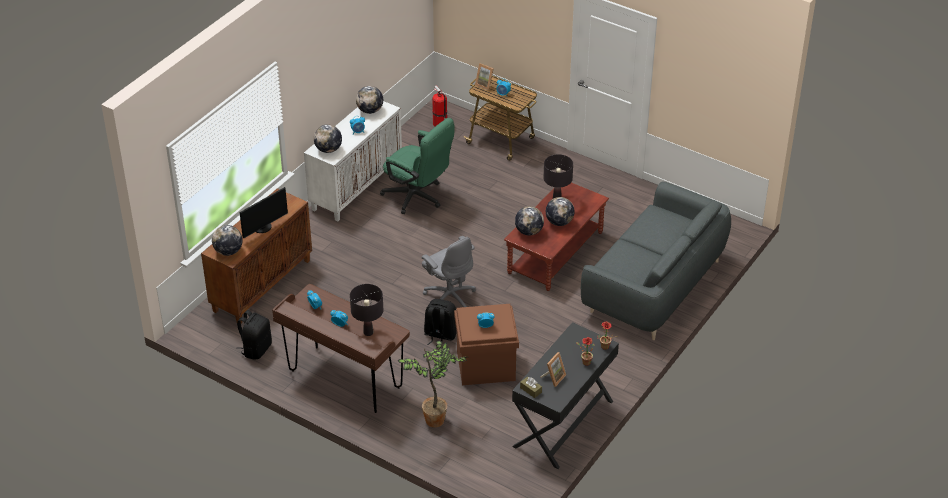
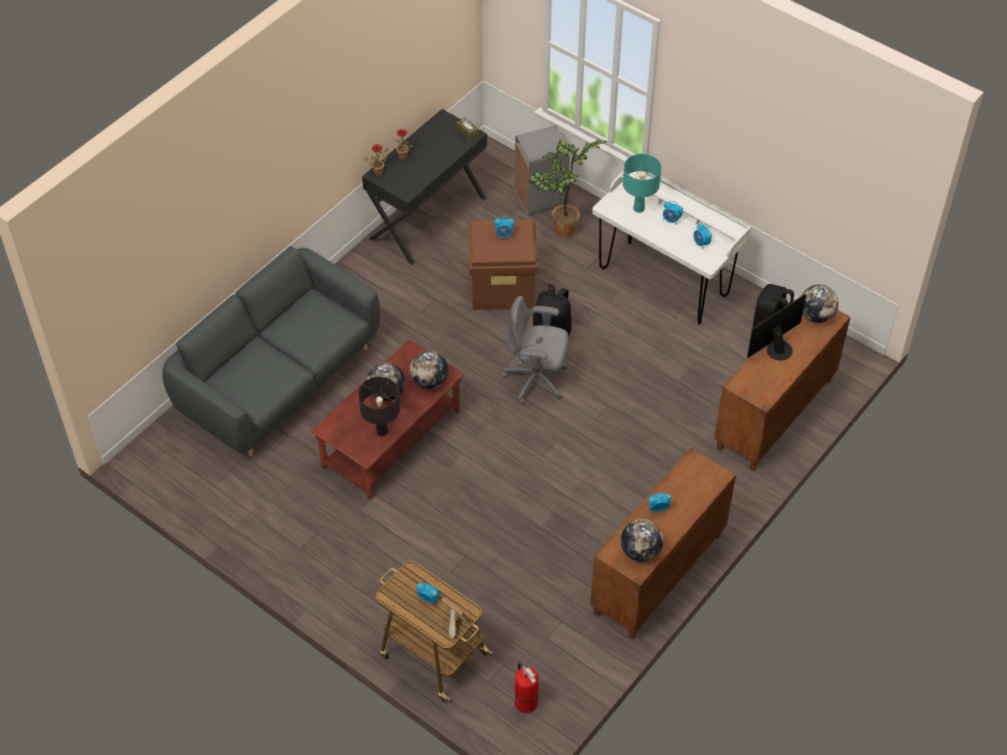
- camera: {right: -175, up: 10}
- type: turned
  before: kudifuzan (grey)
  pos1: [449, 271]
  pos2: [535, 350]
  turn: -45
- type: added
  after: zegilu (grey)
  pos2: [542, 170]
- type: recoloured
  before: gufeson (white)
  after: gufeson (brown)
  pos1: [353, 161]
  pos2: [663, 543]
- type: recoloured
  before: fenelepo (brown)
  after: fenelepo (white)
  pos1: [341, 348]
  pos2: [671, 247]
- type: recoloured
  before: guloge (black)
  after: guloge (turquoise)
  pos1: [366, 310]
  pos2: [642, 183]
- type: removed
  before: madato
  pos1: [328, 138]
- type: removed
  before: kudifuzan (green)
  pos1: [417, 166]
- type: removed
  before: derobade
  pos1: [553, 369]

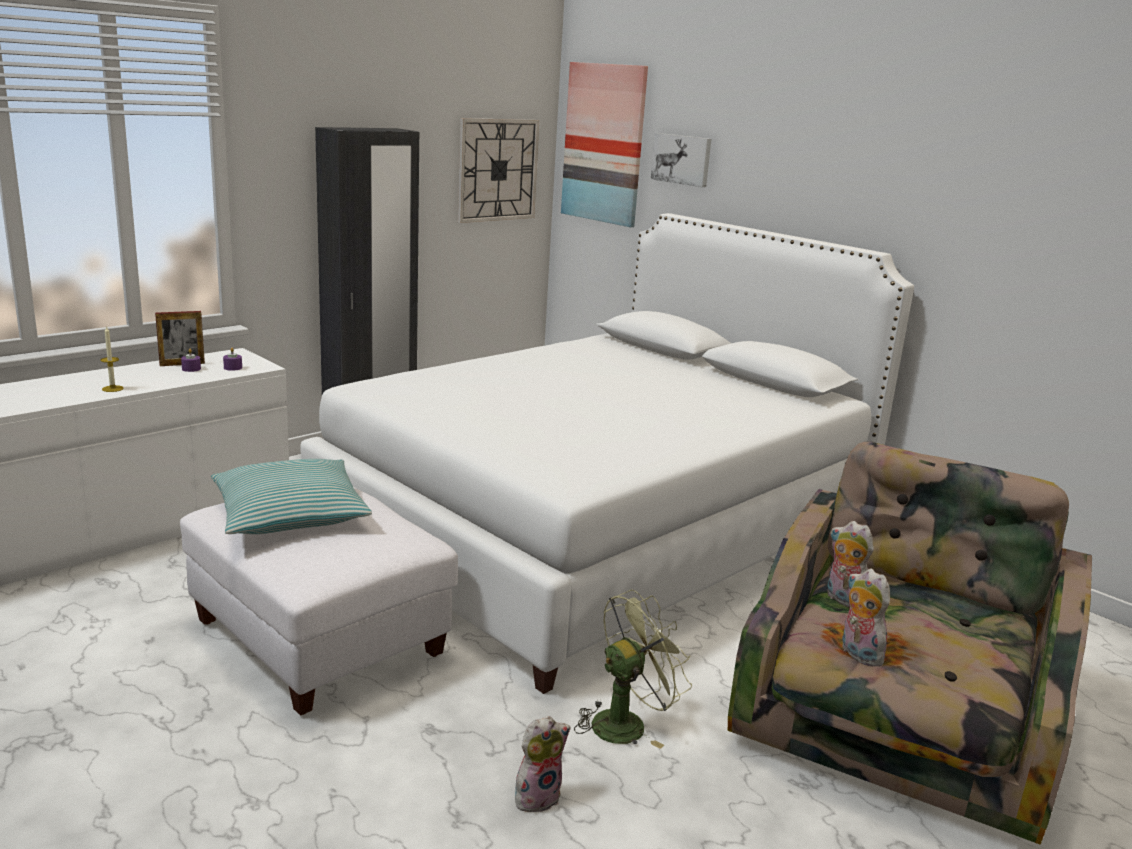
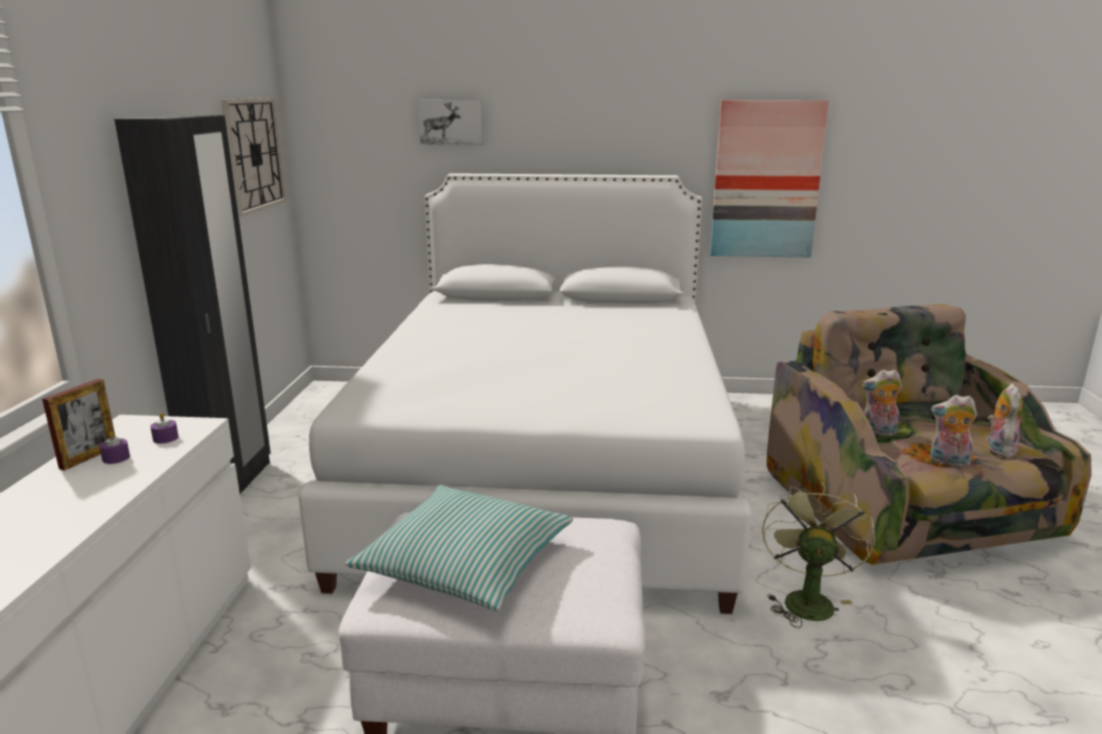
- camera: {right: -40, up: 0}
- type: moved
  before: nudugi
  pos1: [604, 144]
  pos2: [769, 178]
- type: moved
  before: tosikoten
  pos1: [543, 764]
  pos2: [1005, 420]
- type: removed
  before: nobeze
  pos1: [112, 359]

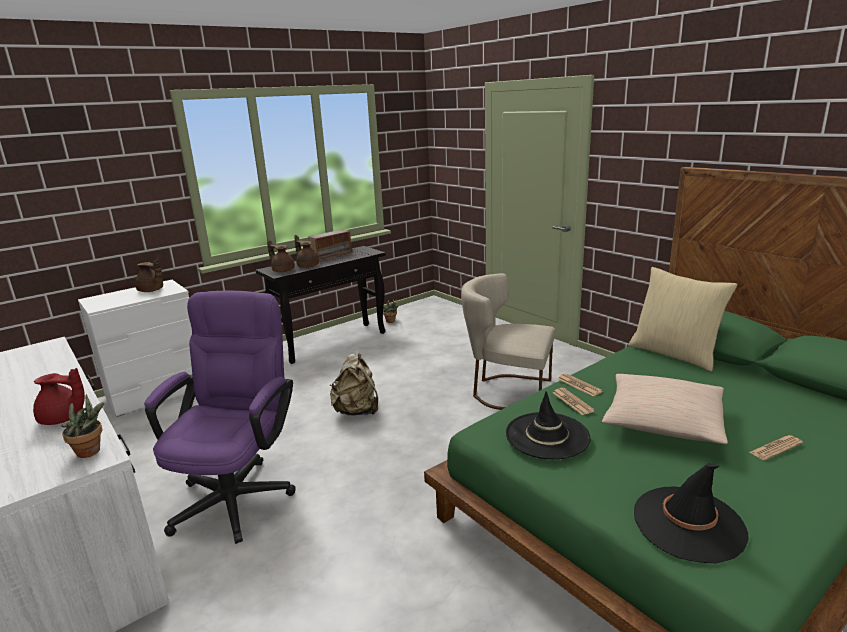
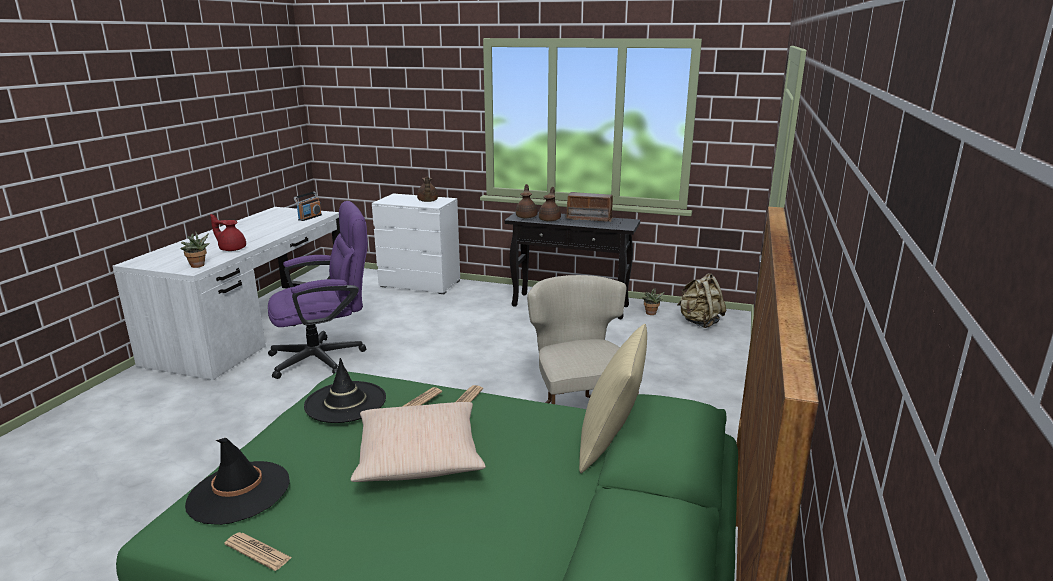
- camera: {right: 55, up: 0}
- type: turned
  before: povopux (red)
  pos1: [59, 396]
  pos2: [228, 232]
  turn: 135
- type: moved
  before: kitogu
  pos1: [776, 447]
  pos2: [258, 551]
- type: added
  after: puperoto
  pos2: [308, 206]
- type: moved
  before: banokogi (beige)
  pos1: [354, 385]
  pos2: [701, 300]

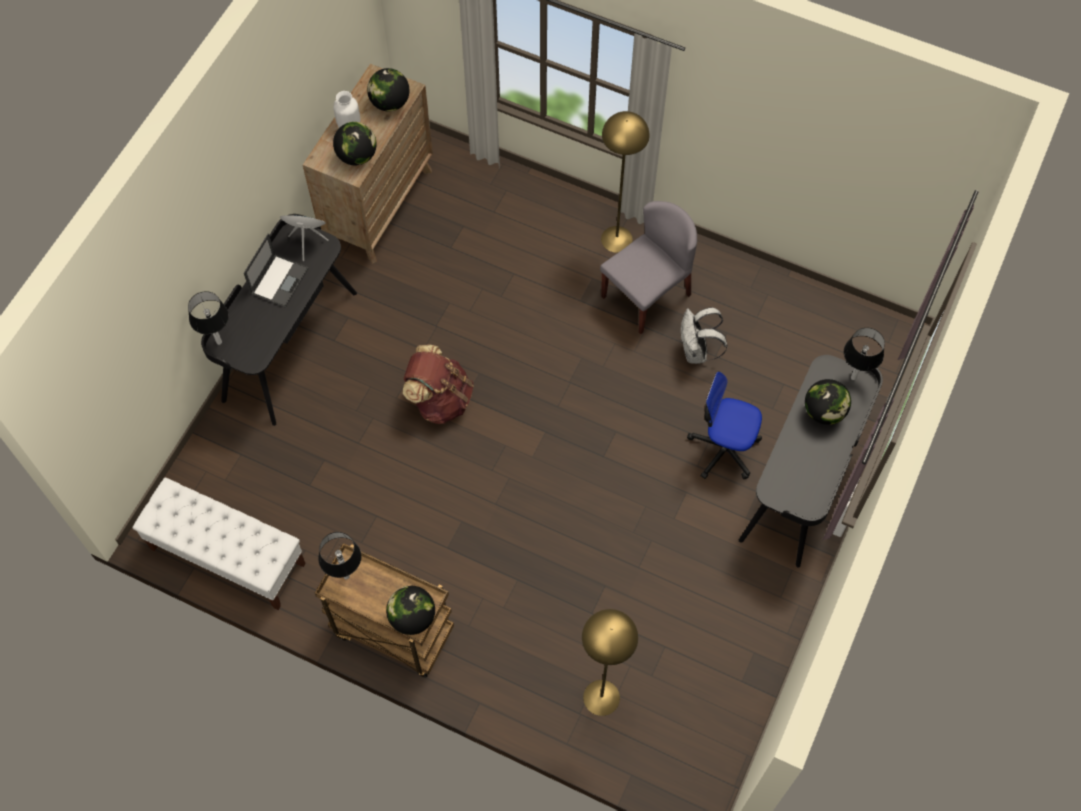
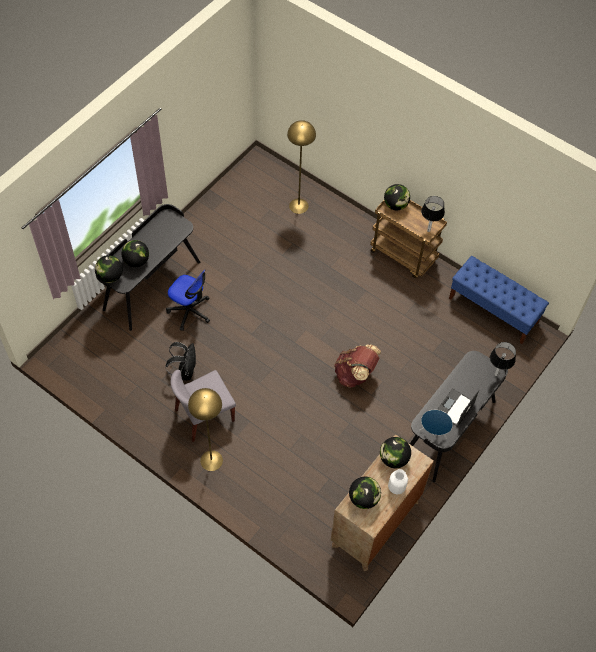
- camera: {right: -170, up: -5}
- type: replaced
  before: guloge
  after: madato
  pos1: [864, 354]
  pos2: [109, 269]
- type: recoloured
  before: banokogi (white)
  after: banokogi (black)
  pos1: [704, 335]
  pos2: [180, 361]
- type: recoloured
  before: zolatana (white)
  after: zolatana (blue)
  pos1: [219, 543]
  pos2: [499, 300]

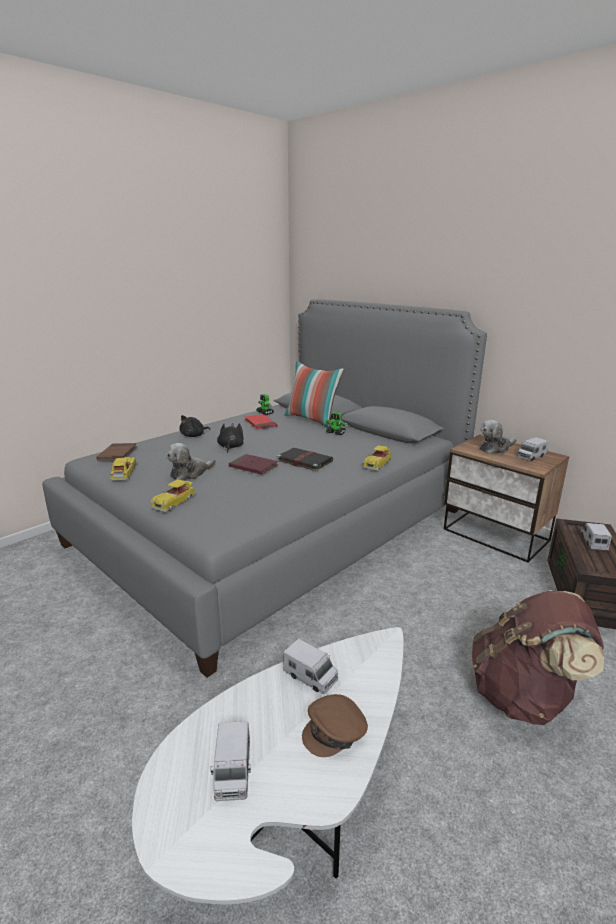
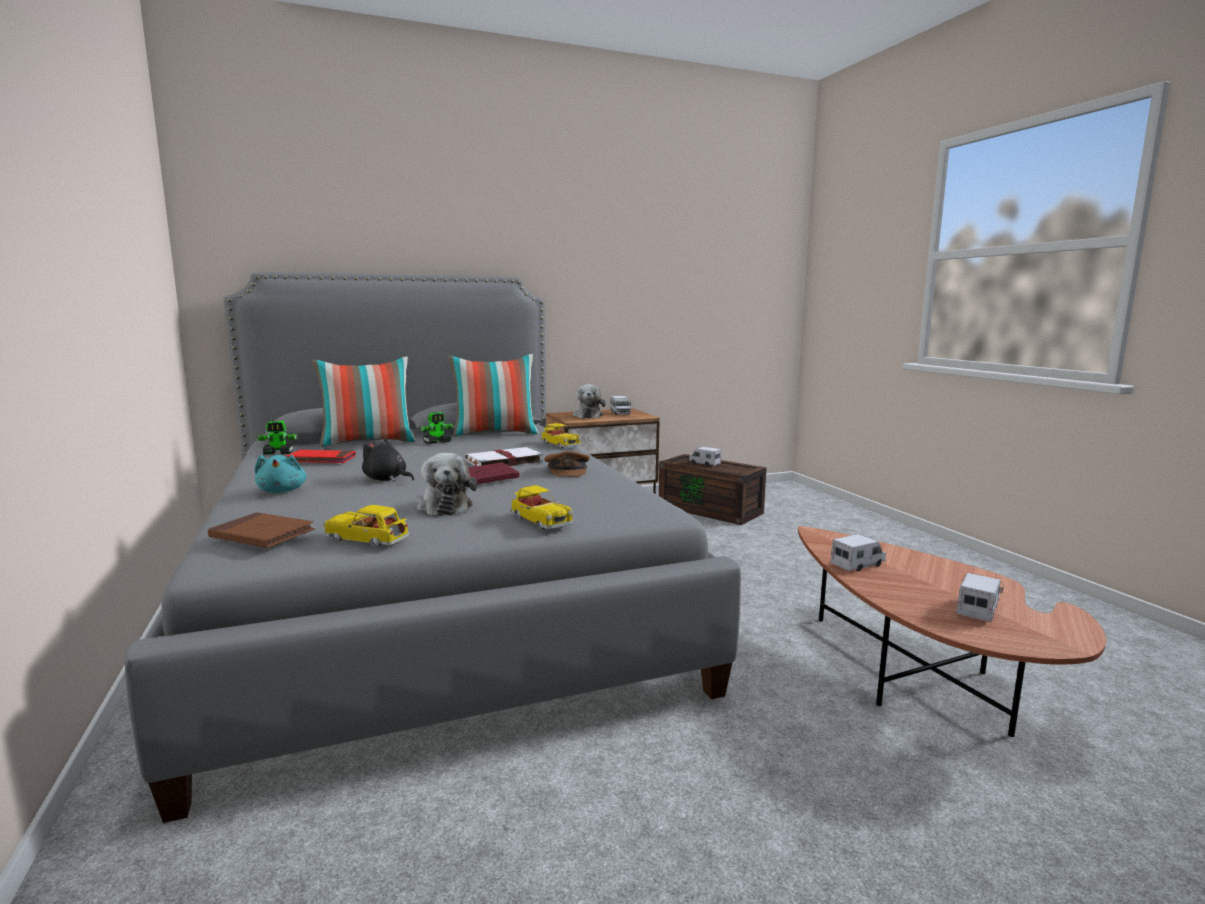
- camera: {right: -65, up: -10}
- type: recoloured
  before: tosikoten (black)
  after: tosikoten (turquoise)
  pos1: [194, 426]
  pos2: [281, 474]
- type: added
  after: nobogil
  pos2: [493, 395]
- type: recoloured
  before: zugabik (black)
  after: zugabik (white)
  pos1: [305, 460]
  pos2: [504, 457]
- type: moved
  before: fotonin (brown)
  pos1: [335, 725]
  pos2: [567, 464]
- type: recoloured
  before: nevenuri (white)
  after: nevenuri (brown)
  pos1: [268, 765]
  pos2: [952, 631]
- type: turned
  before: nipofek
  pos1: [231, 761]
  pos2: [980, 597]
  turn: -75
- type: removed
  before: banokogi (brown)
  pos1: [538, 657]

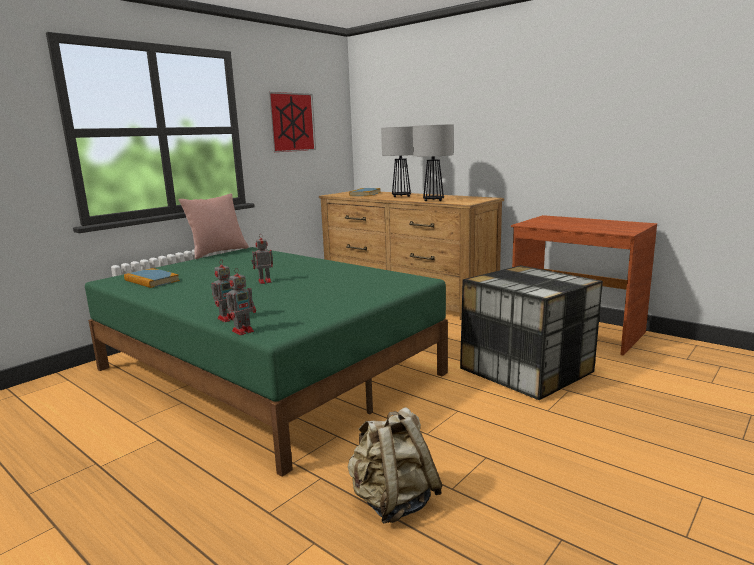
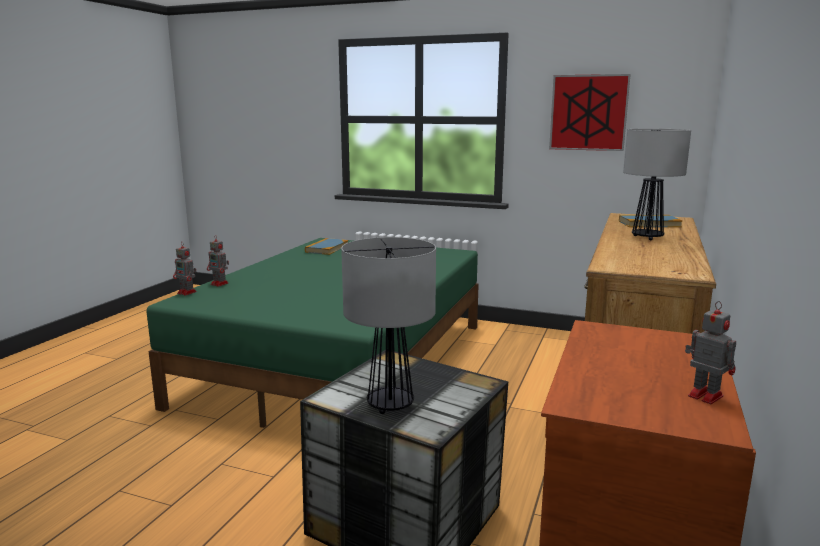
- camera: {right: 70, up: 0}
- type: moved
  before: guloge
  pos1: [433, 162]
  pos2: [388, 325]
- type: moved
  before: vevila
  pos1: [262, 259]
  pos2: [710, 352]
- type: removed
  before: nobogil (pink)
  pos1: [214, 226]
- type: removed
  before: banokogi (beige)
  pos1: [395, 465]

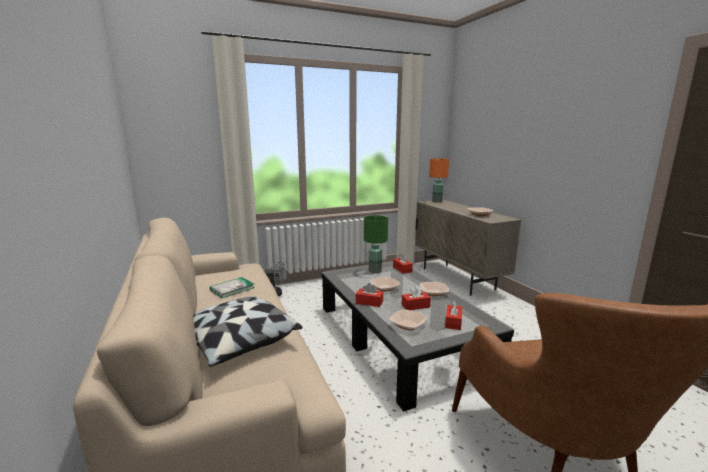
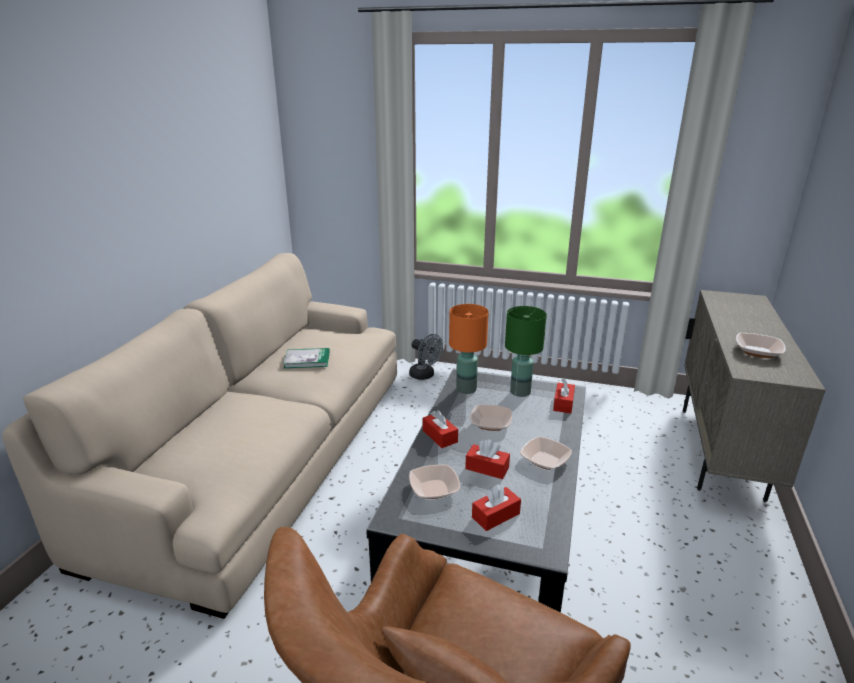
- camera: {right: 40, up: 10}
- type: moved
  before: guloge (orange)
  pos1: [439, 180]
  pos2: [469, 349]
- type: removed
  before: nobogil
  pos1: [248, 331]

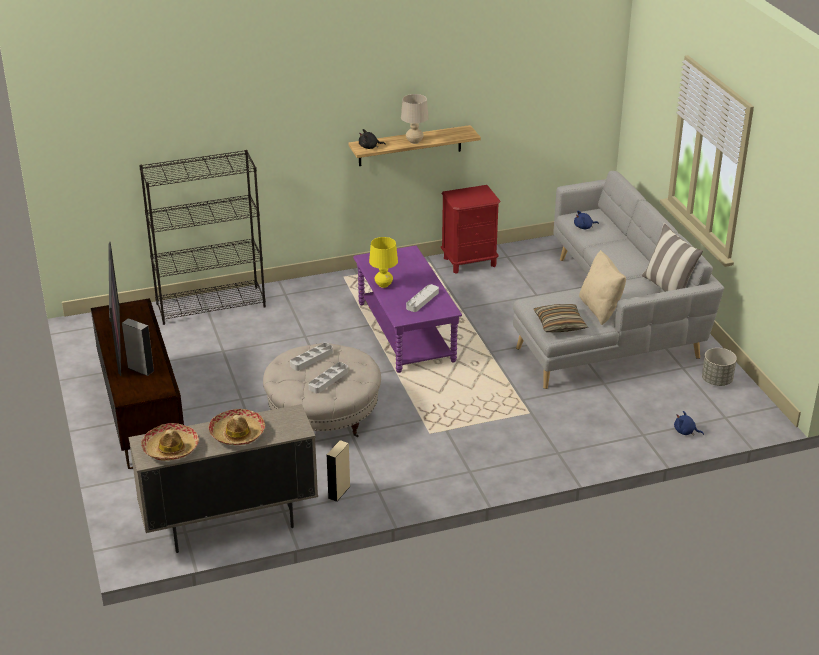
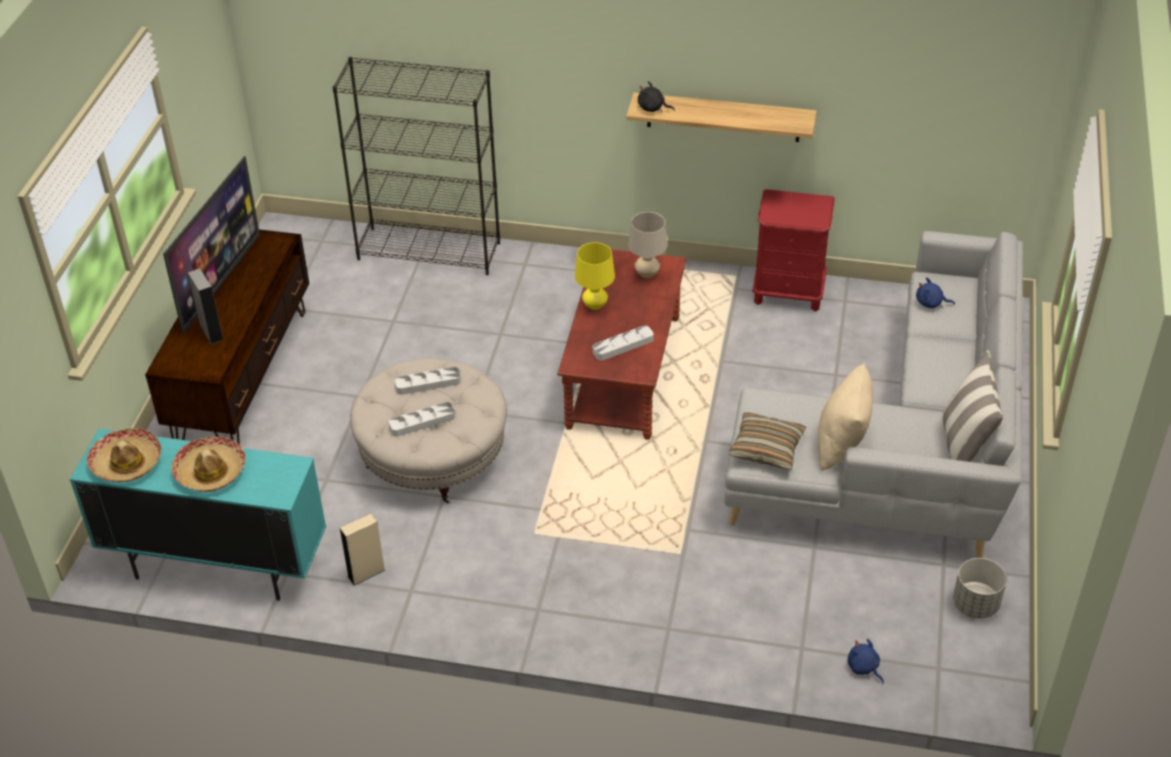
- camera: {right: 30, up: 10}
- type: recoloured
  before: gufeson (beige)
  after: gufeson (turquoise)
  pos1: [223, 478]
  pos2: [198, 515]
- type: recoloured
  before: nevenuri (purple)
  after: nevenuri (brown)
  pos1: [407, 309]
  pos2: [621, 344]
- type: moved
  before: guloge (beige)
  pos1: [415, 119]
  pos2: [647, 245]

